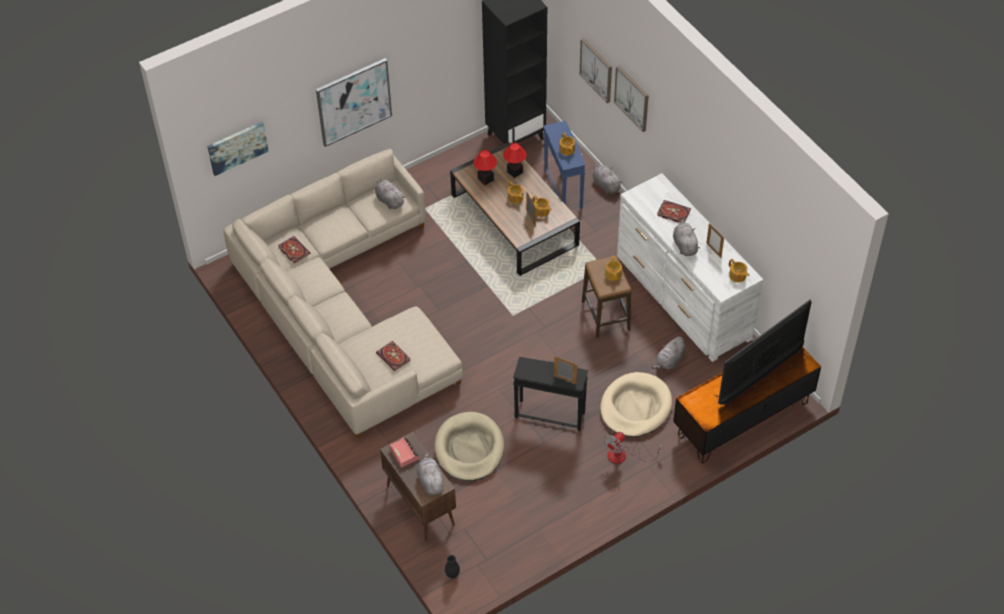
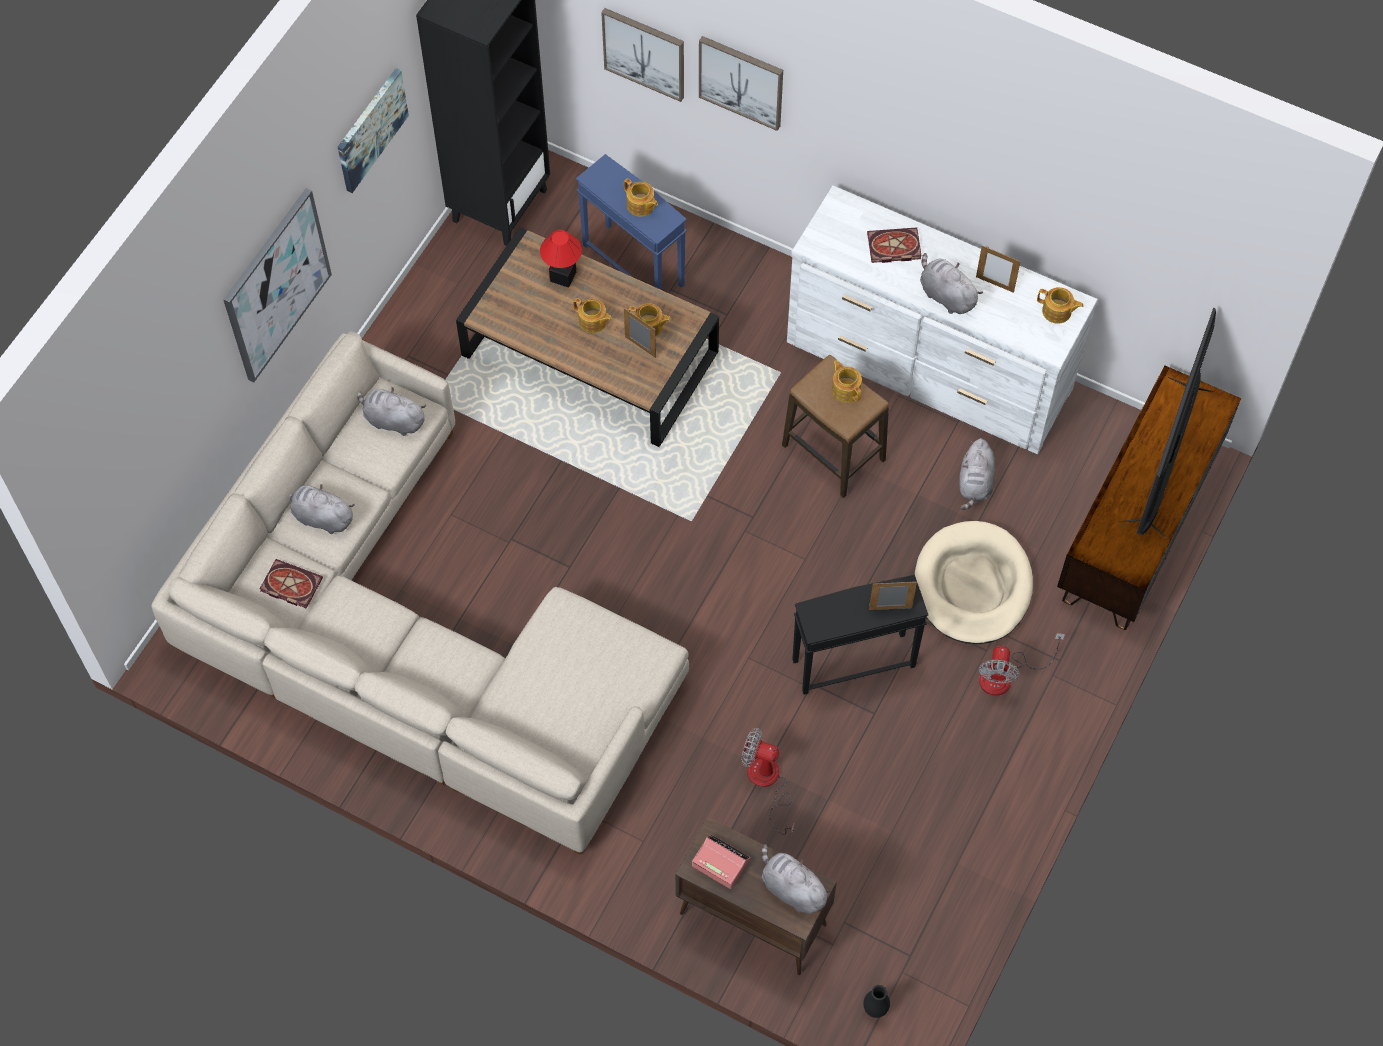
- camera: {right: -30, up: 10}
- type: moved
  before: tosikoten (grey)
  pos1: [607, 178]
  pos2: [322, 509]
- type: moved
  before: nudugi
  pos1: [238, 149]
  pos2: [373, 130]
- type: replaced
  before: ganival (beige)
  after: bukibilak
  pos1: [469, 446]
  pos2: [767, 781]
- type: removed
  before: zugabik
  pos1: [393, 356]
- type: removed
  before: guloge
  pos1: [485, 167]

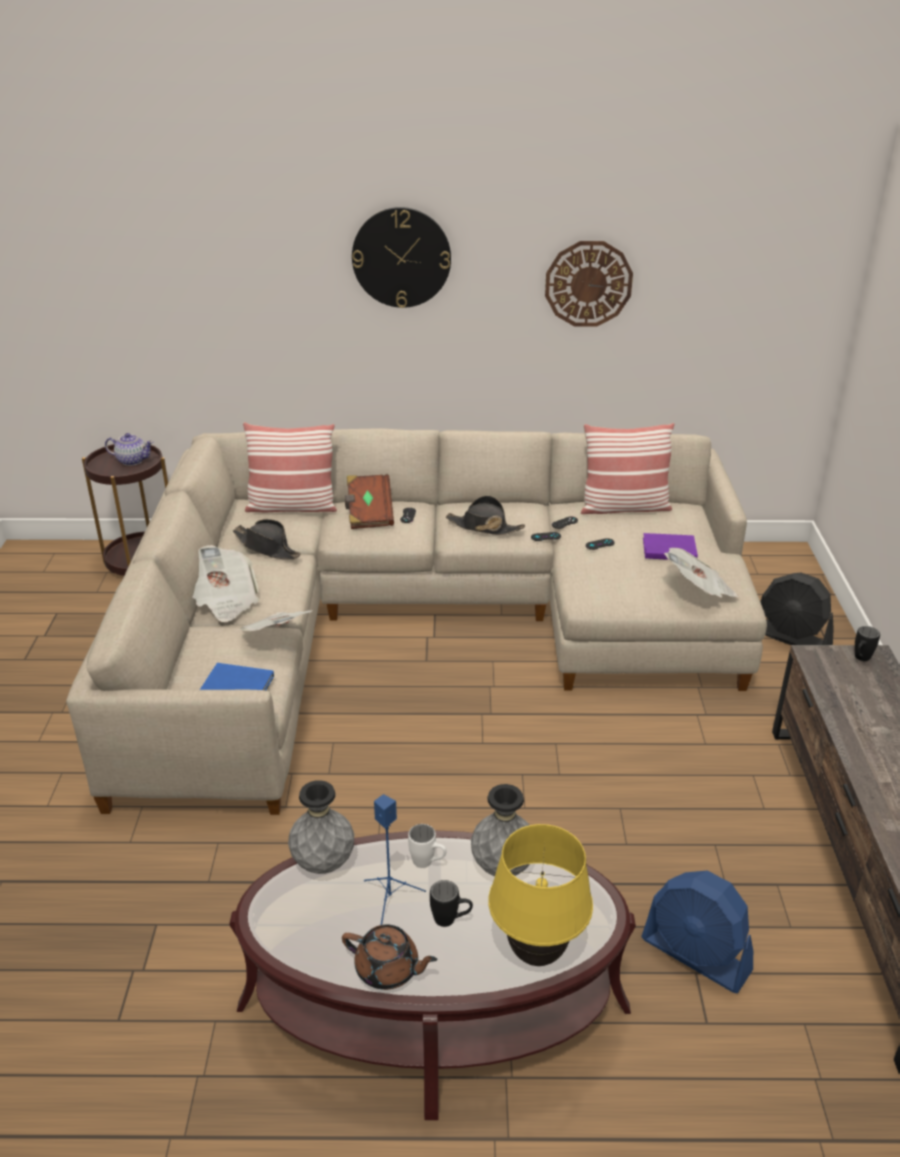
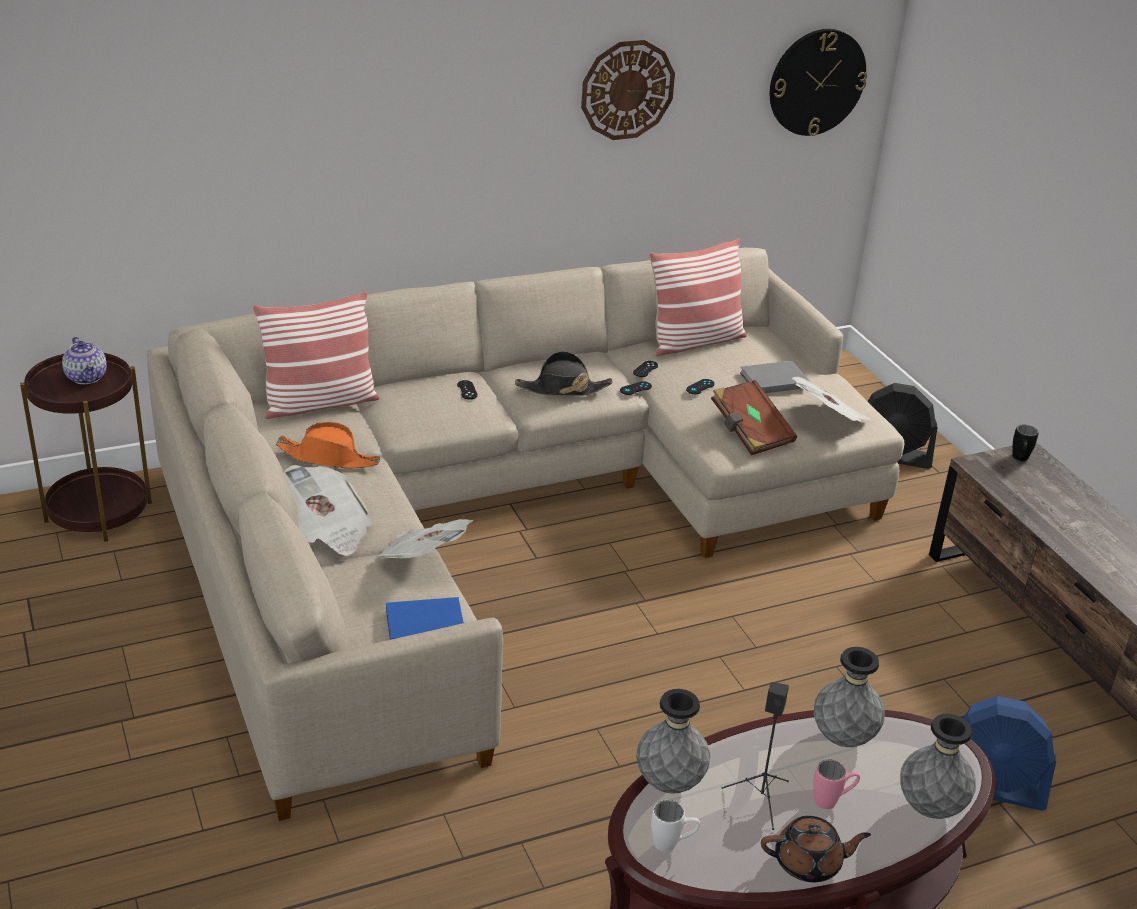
- camera: {right: -25, up: 0}
- type: turned
  before: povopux
  pos1: [129, 449]
  pos2: [84, 360]
  turn: 75
- type: recoloured
  before: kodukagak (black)
  after: kodukagak (orange)
  pos1: [267, 539]
  pos2: [328, 445]
- type: moved
  before: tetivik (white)
  pos1: [427, 846]
  pos2: [675, 826]
- type: moved
  before: zugabik (brown)
  pos1: [369, 501]
  pos2: [754, 417]
- type: recoloured
  before: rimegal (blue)
  after: rimegal (black)
  pos1: [395, 859]
  pos2: [755, 756]
- type: recoloured
  before: zugabik (purple)
  after: zugabik (grey)
  pos1: [670, 546]
  pos2: [775, 377]
- type: moved
  before: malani
  pos1: [401, 257]
  pos2: [818, 82]
- type: recoloured
  before: tetivik (black)
  after: tetivik (pink)
  pos1: [451, 903]
  pos2: [836, 784]
- type: replaced
  before: guloge (yellow)
  after: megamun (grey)
  pos1: [540, 895]
  pos2: [938, 766]

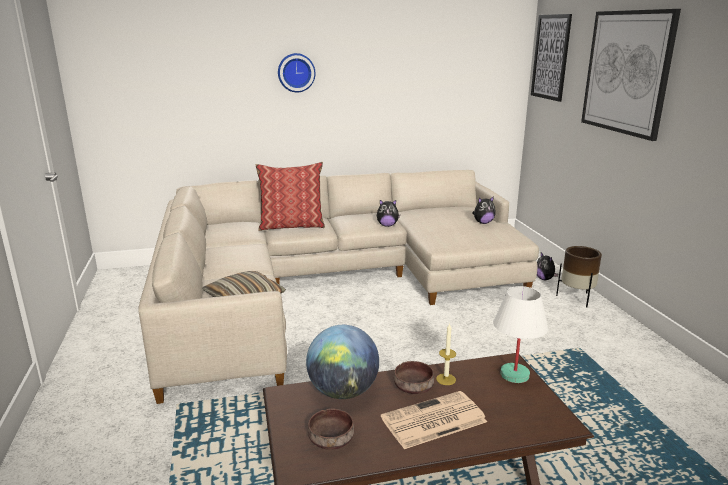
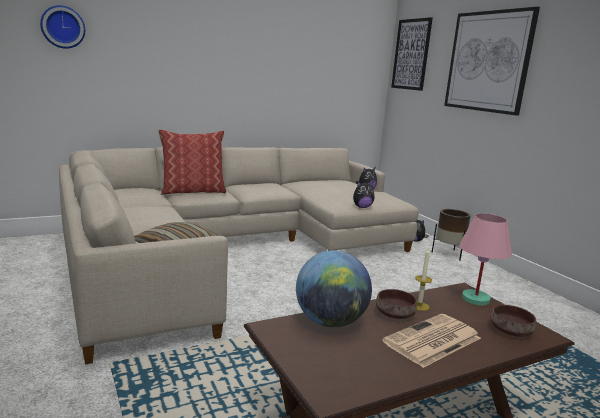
- camera: {right: -15, up: -5}
- type: moved
  before: malani
  pos1: [296, 73]
  pos2: [62, 27]
- type: moved
  before: tosikoten
  pos1: [388, 213]
  pos2: [363, 194]
- type: recoloured
  before: guloge (white)
  after: guloge (pink)
  pos1: [520, 334]
  pos2: [485, 259]
- type: moved
  before: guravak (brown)
  pos1: [331, 429]
  pos2: [513, 321]

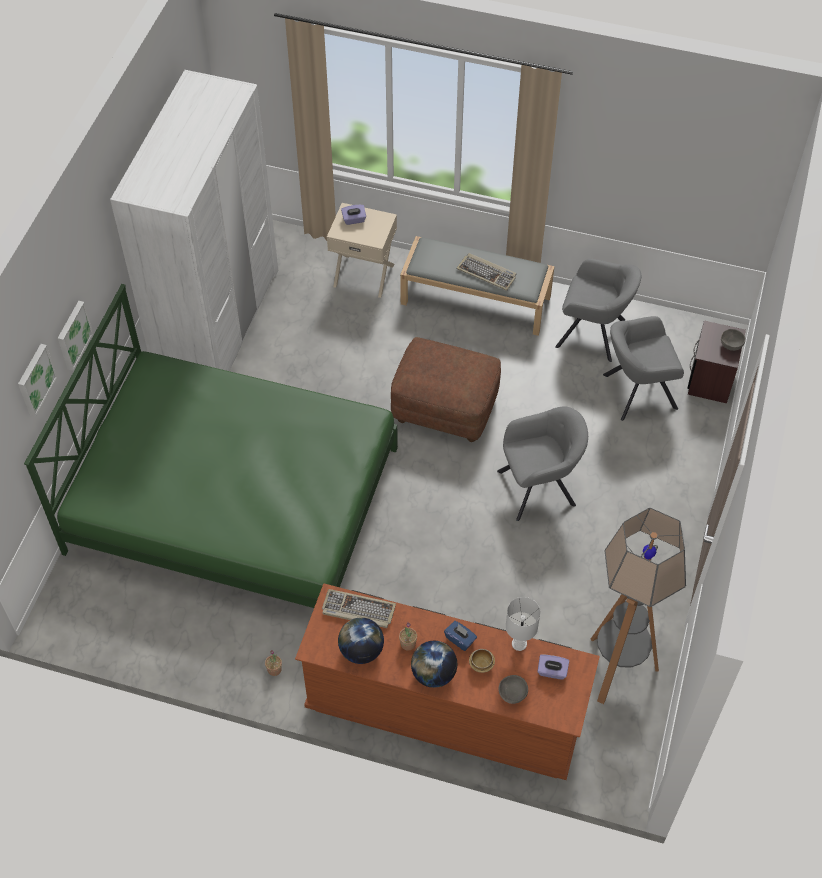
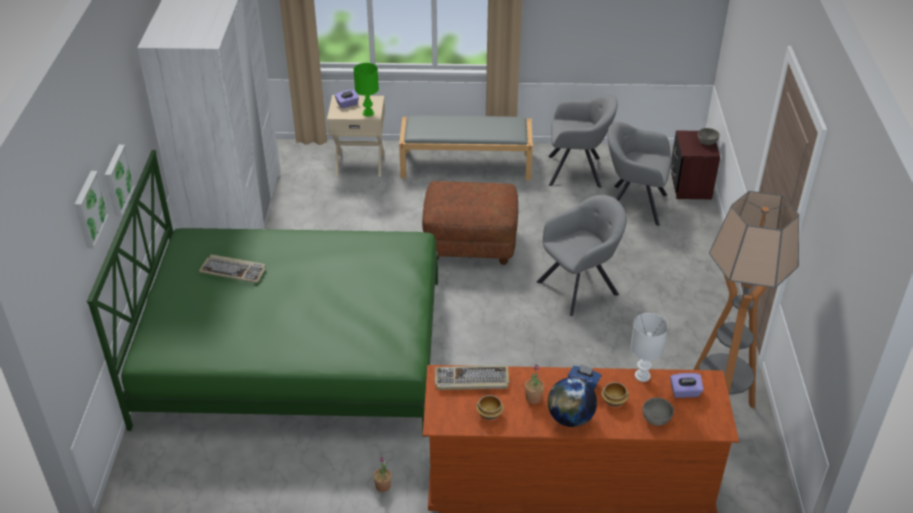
- camera: {right: -15, up: -15}
- type: moved
  before: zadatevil
  pos1: [486, 272]
  pos2: [232, 268]
- type: added
  after: guloge (green)
  pos2: [366, 90]
- type: replaced
  before: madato
  after: guravak
  pos1: [361, 641]
  pos2: [490, 407]
- type: turned
  before: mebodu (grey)
  pos1: [643, 368]
  pos2: [640, 174]
  turn: 45

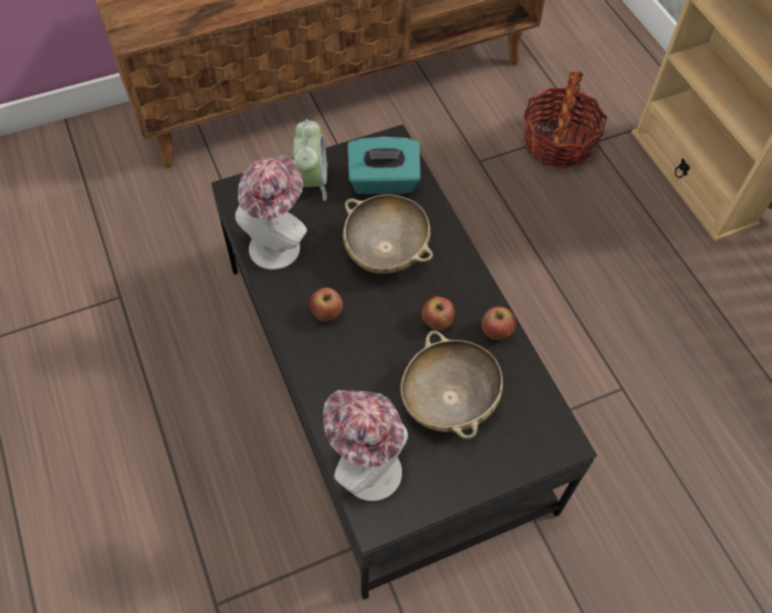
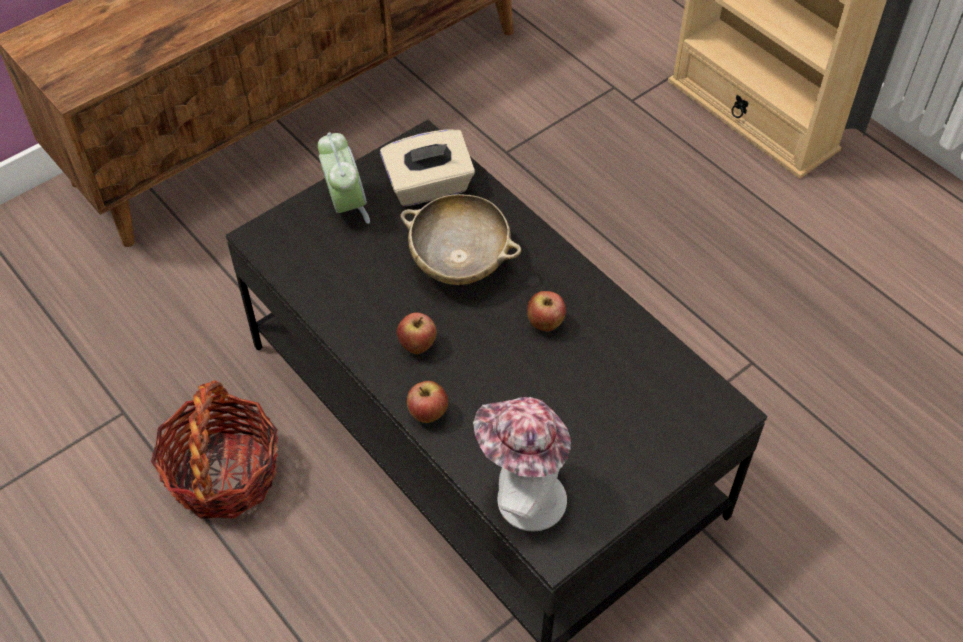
- camera: {right: -15, up: -5}
- type: moved
  before: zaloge
  pos1: [565, 120]
  pos2: [214, 450]
- type: recoloured
  before: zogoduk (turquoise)
  after: zogoduk (beige)
  pos1: [384, 165]
  pos2: [427, 168]
- type: moved
  before: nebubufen
  pos1: [499, 323]
  pos2: [427, 402]
- type: removed
  before: kodukagak
  pos1: [271, 212]
- type: removed
  before: guravak (beige)
  pos1: [451, 385]

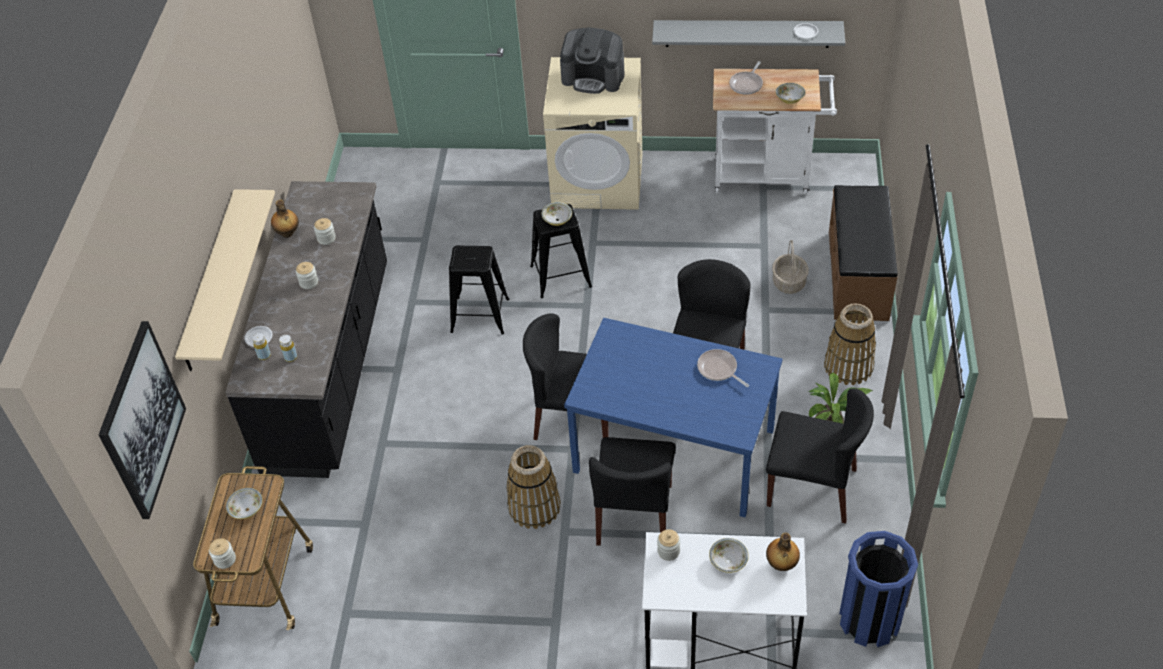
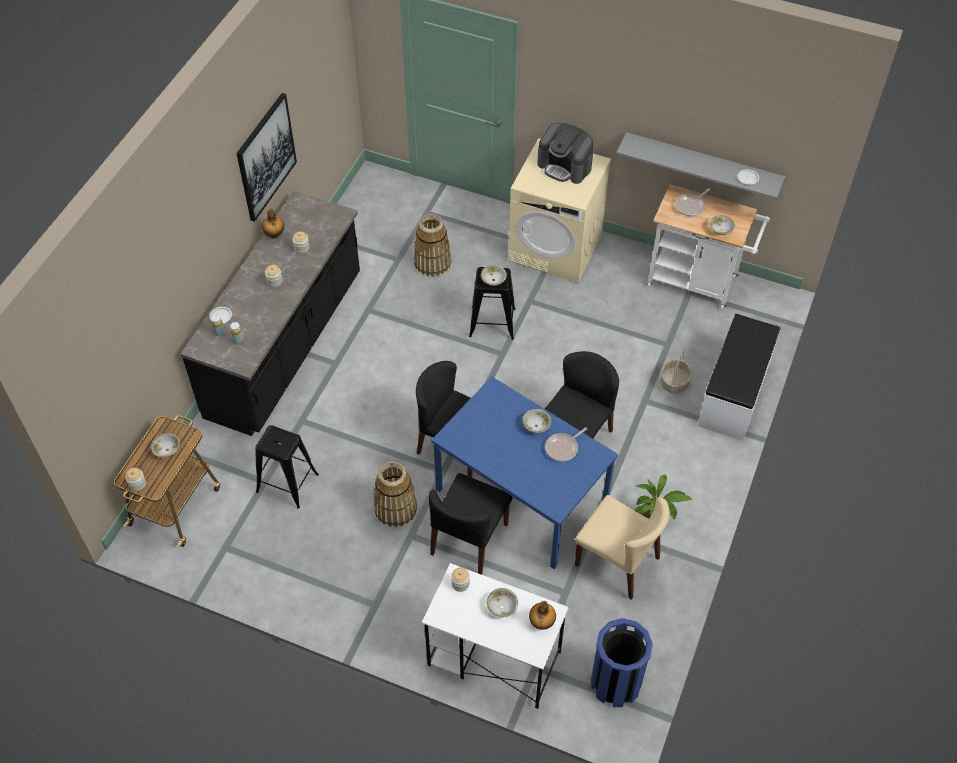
- camera: {right: 15, up: 5}
- type: moved
  before: nudugi
  pos1: [142, 420]
  pos2: [267, 157]
- type: moved
  before: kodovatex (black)
  pos1: [479, 289]
  pos2: [287, 466]
- type: moved
  before: zaloge
  pos1: [850, 344]
  pos2: [432, 245]
- type: added
  after: guravak
  pos2: [537, 421]
- type: turned
  before: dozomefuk
  pos1: [723, 368]
  pos2: [566, 444]
  turn: -105
- type: recoloured
  before: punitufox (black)
  after: punitufox (beige)
  pos1: [820, 455]
  pos2: [622, 547]
- type: recoloured
  before: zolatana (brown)
  after: zolatana (white)
  pos1: [863, 253]
  pos2: [739, 377]
- type: removed
  before: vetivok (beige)
  pos1: [225, 280]

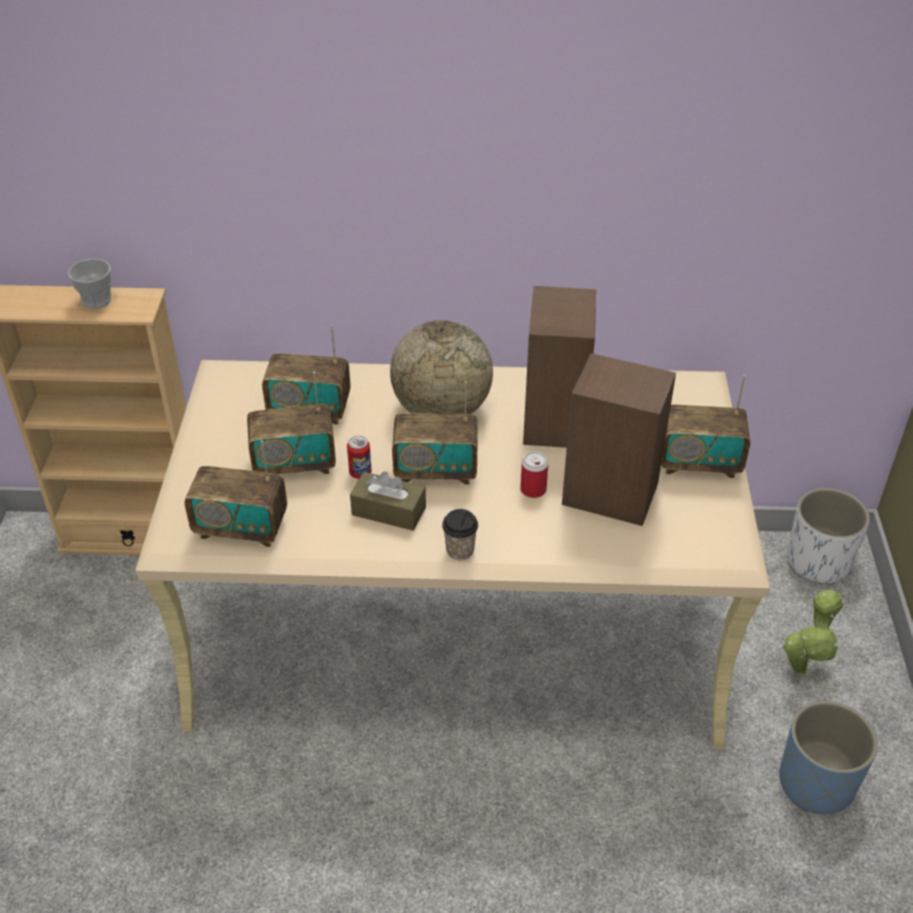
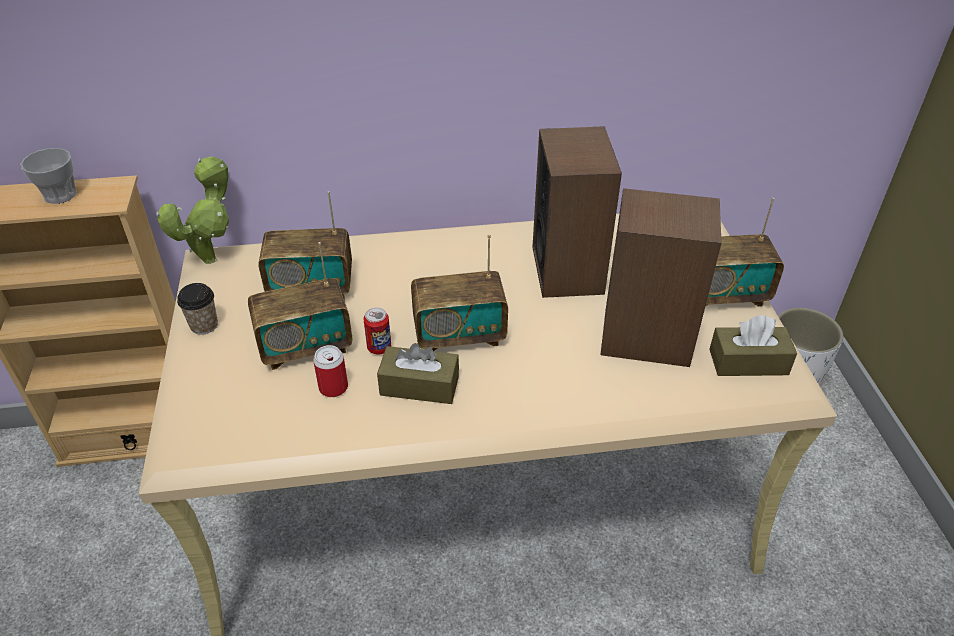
- camera: {right: -10, up: 0}
- type: moved
  before: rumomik
  pos1: [814, 633]
  pos2: [192, 210]
- type: moved
  before: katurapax
  pos1: [460, 534]
  pos2: [197, 309]
- type: moved
  before: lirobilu
  pos1: [534, 474]
  pos2: [330, 371]
- type: added
  after: zogoduk (brown)
  pos2: [753, 345]
- type: removed
  before: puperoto
  pos1: [235, 494]
- type: removed
  before: madato
  pos1: [441, 367]
- type: removed
  before: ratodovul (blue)
  pos1: [828, 757]

